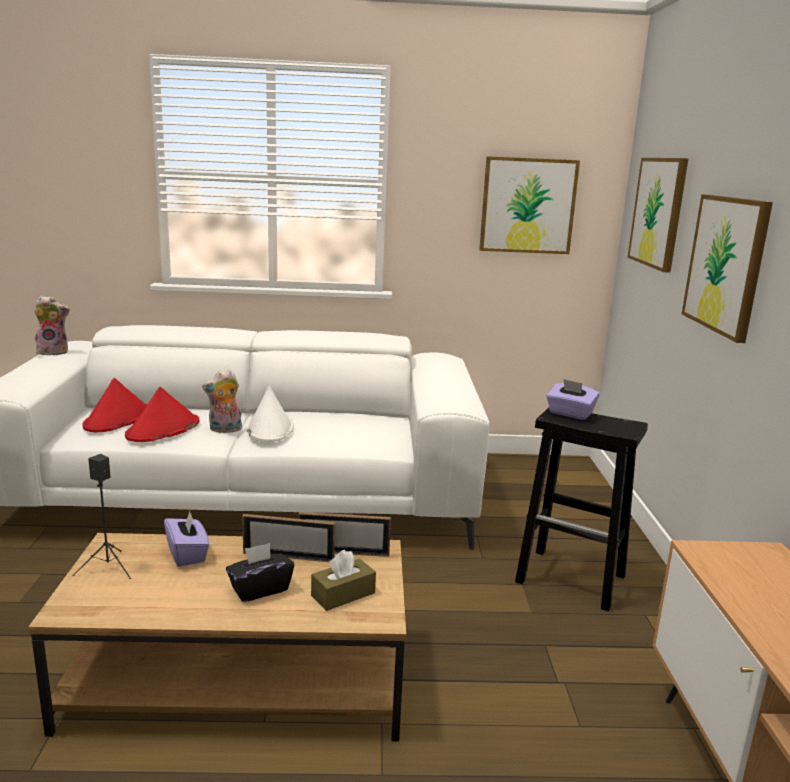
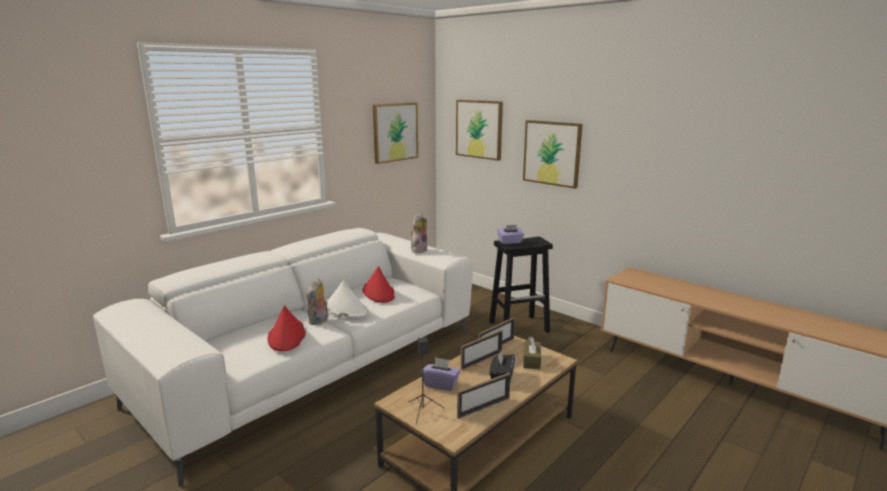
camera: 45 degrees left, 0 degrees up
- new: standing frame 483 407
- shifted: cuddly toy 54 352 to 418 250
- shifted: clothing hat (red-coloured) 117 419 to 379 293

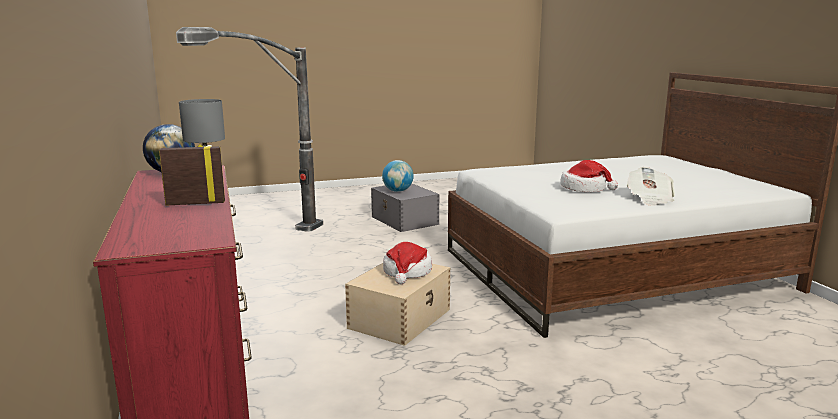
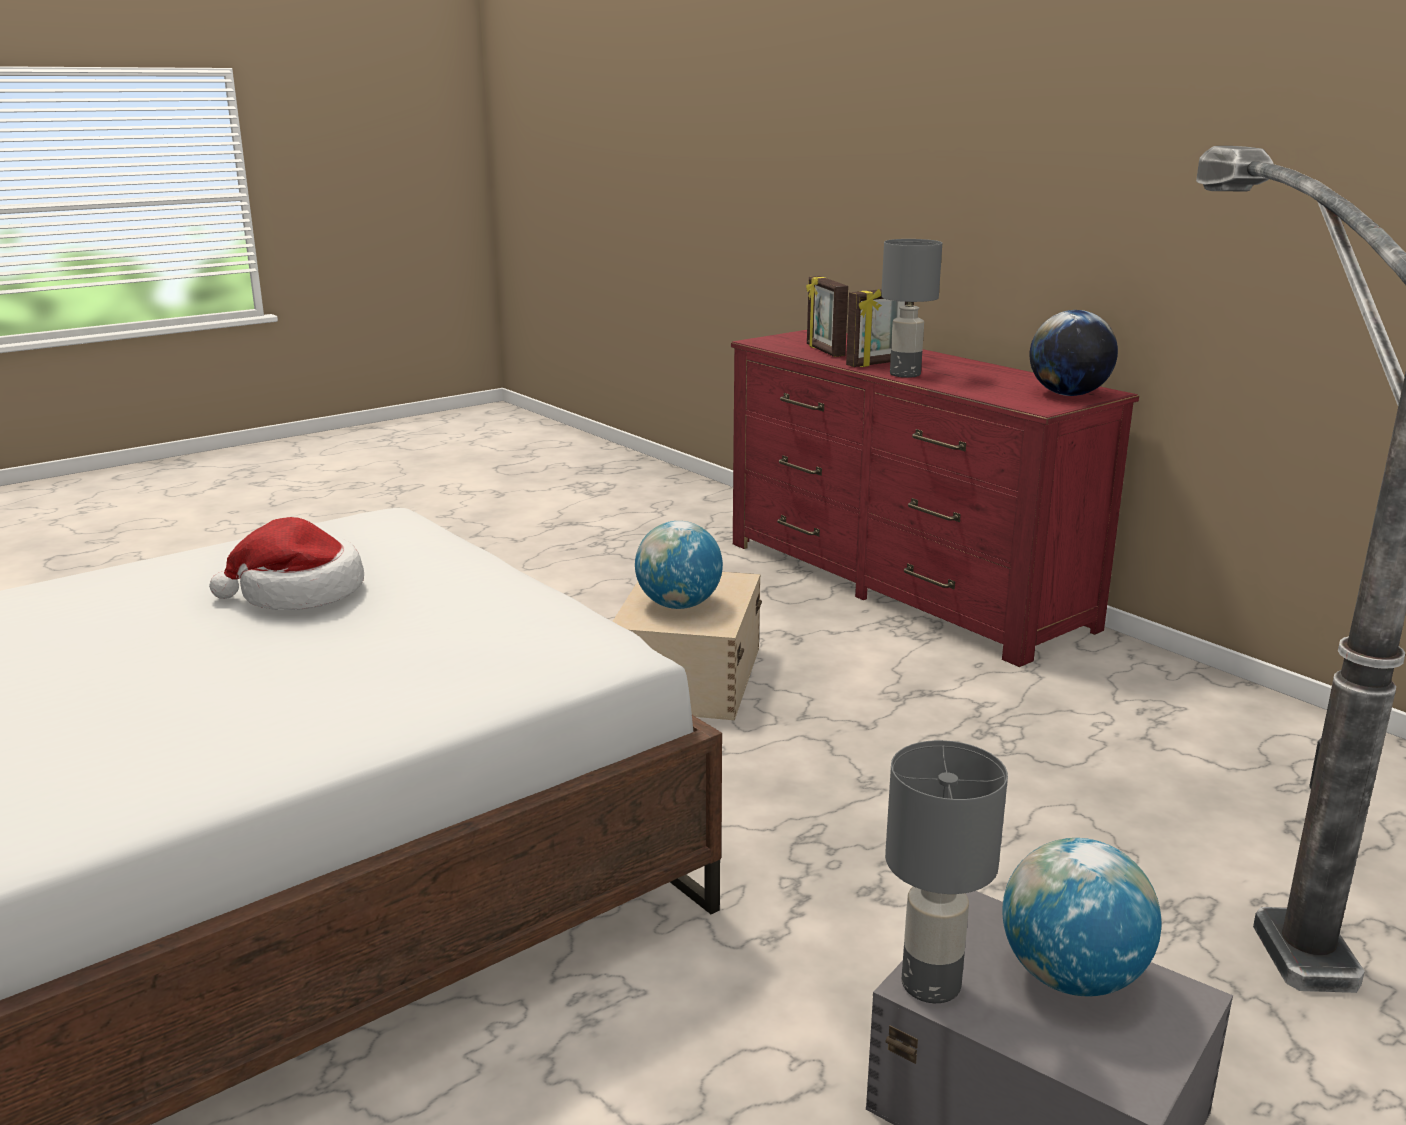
camera: 160 degrees right, 5 degrees up
- gone: daily paper 649 199
- new: standing frame 824 351
- new: tabletop lamp (gray) 932 985
- swapped: clothing hat 407 272 to globe 678 605

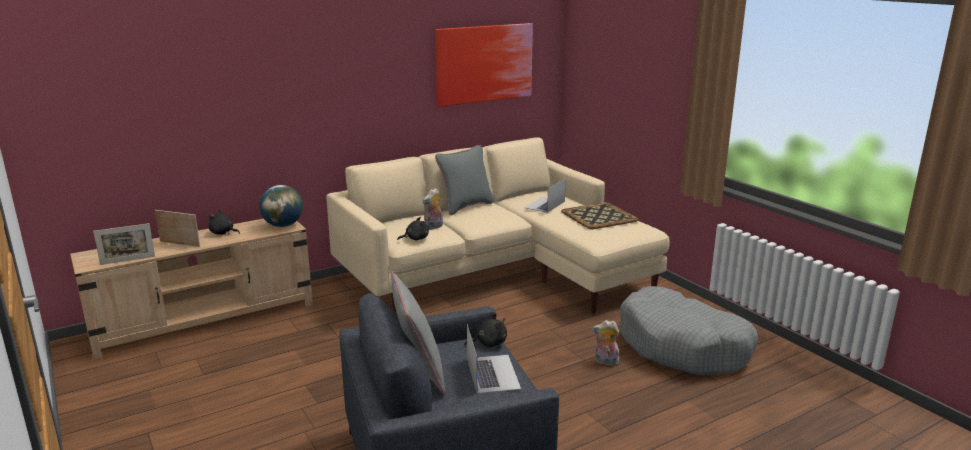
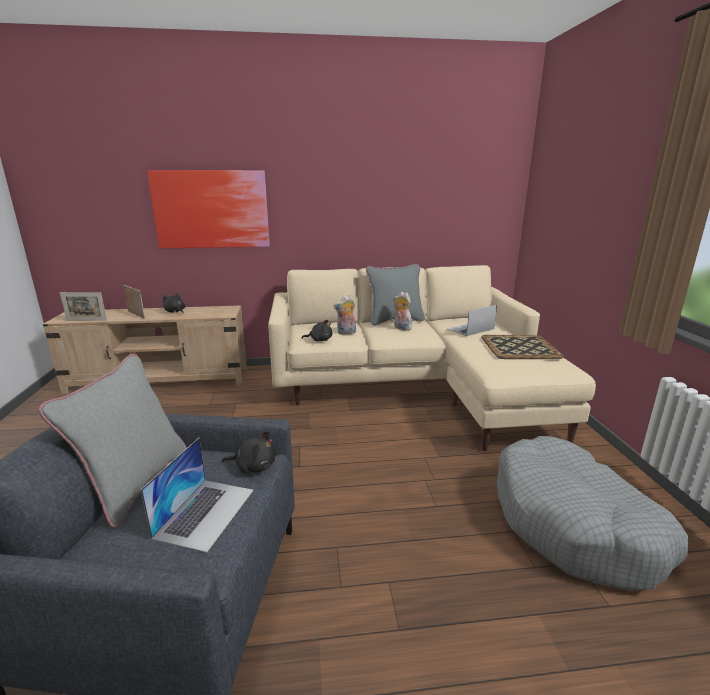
camera: 25 degrees right, 0 degrees up
- gone: globe 283 225
- shifted: wall picture 484 63 to 211 209
- shifted: cuddly toy 605 362 to 401 328

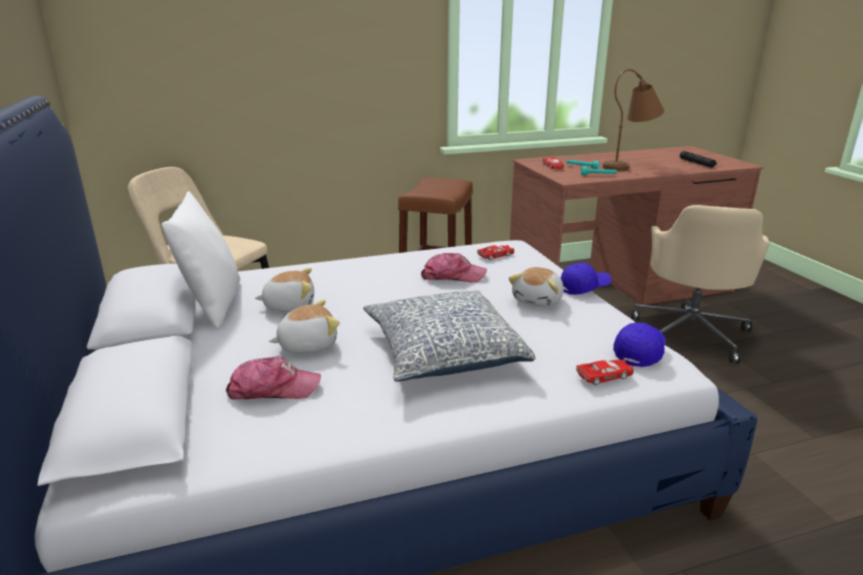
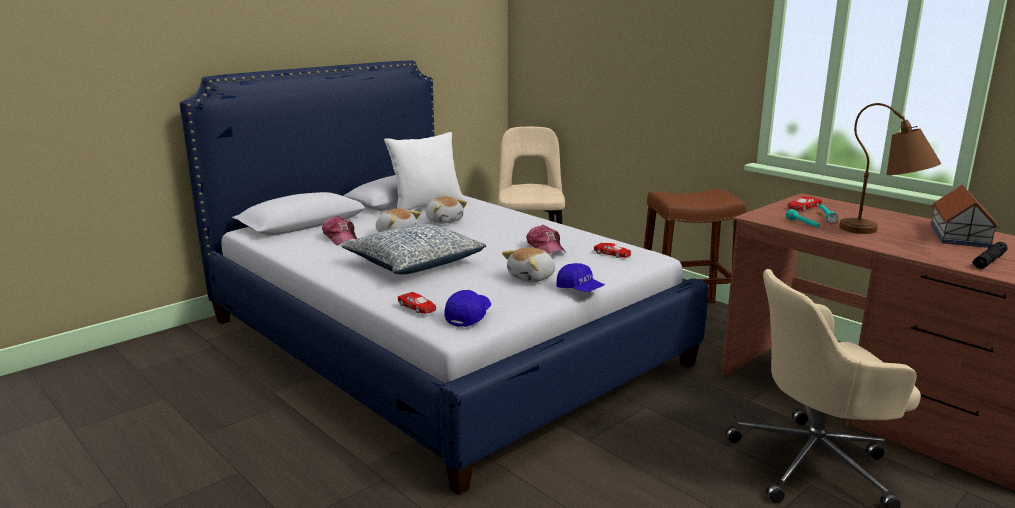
camera: 65 degrees right, 5 degrees down
- new: toy house 960 235
- rotated: cuddly toy 538 300 = 532 278 45 degrees counterclockwise
- rotated: peaked cap (blue) 639 352 = 468 316 75 degrees counterclockwise

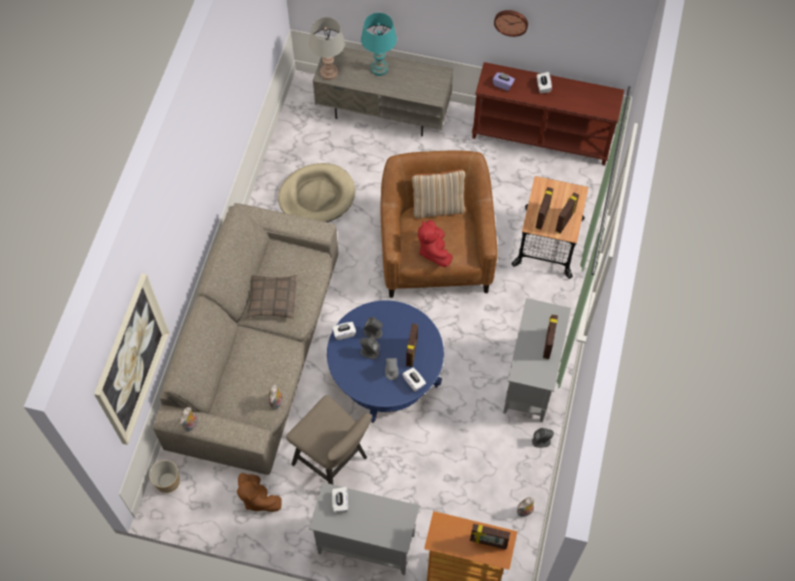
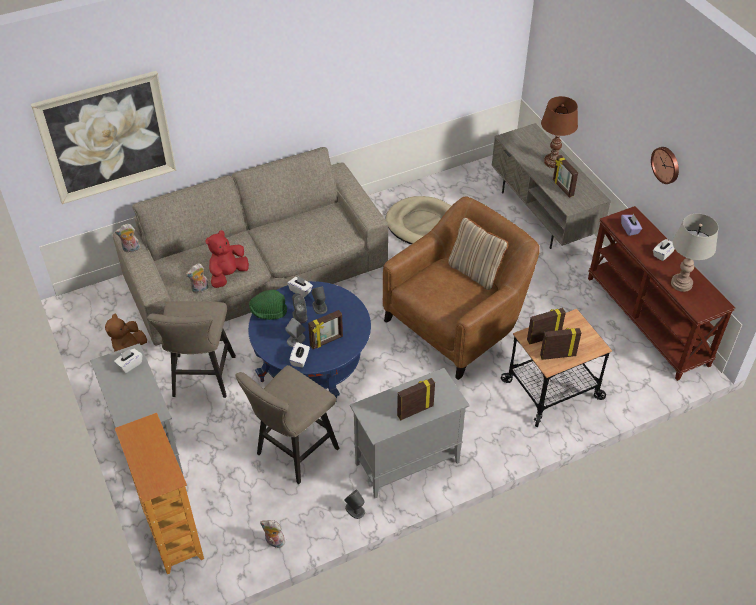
camera: 50 degrees right, 15 degrees down
- gone: planter 167 481
- gone: pillow 272 300
- new: stool (beige-coloured) 293 454
- new: clothing hat (greenish) 268 312
- shifted: tabletop lamp (gray) 329 73 to 681 284
- shifted: cuddly toy (red-coloured) 433 250 to 228 275
- shifted: standing frame 488 542 to 562 188
- repainted: tabletop lamp (turquoise) 379 68 to tabletop lamp (brownish) 553 162

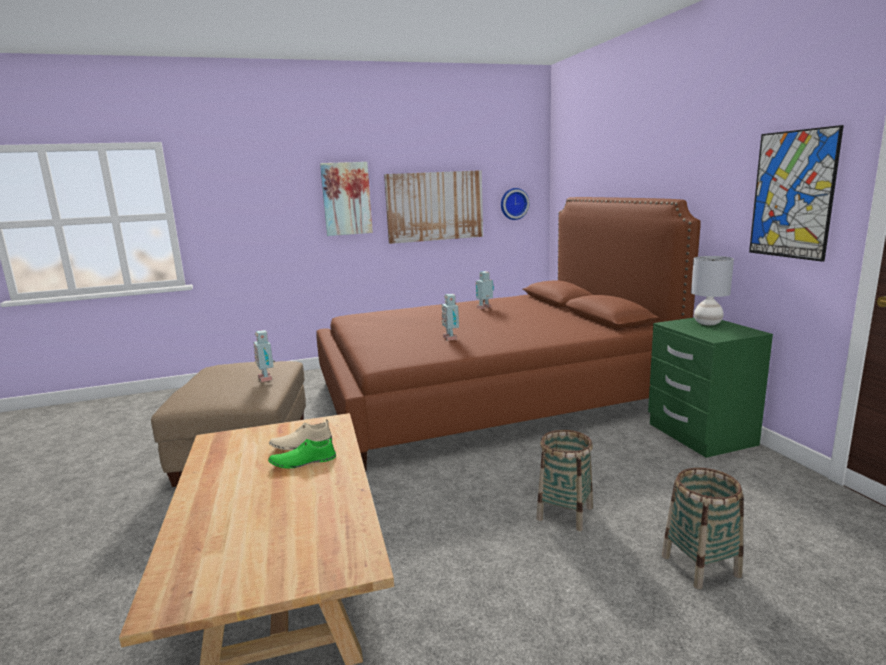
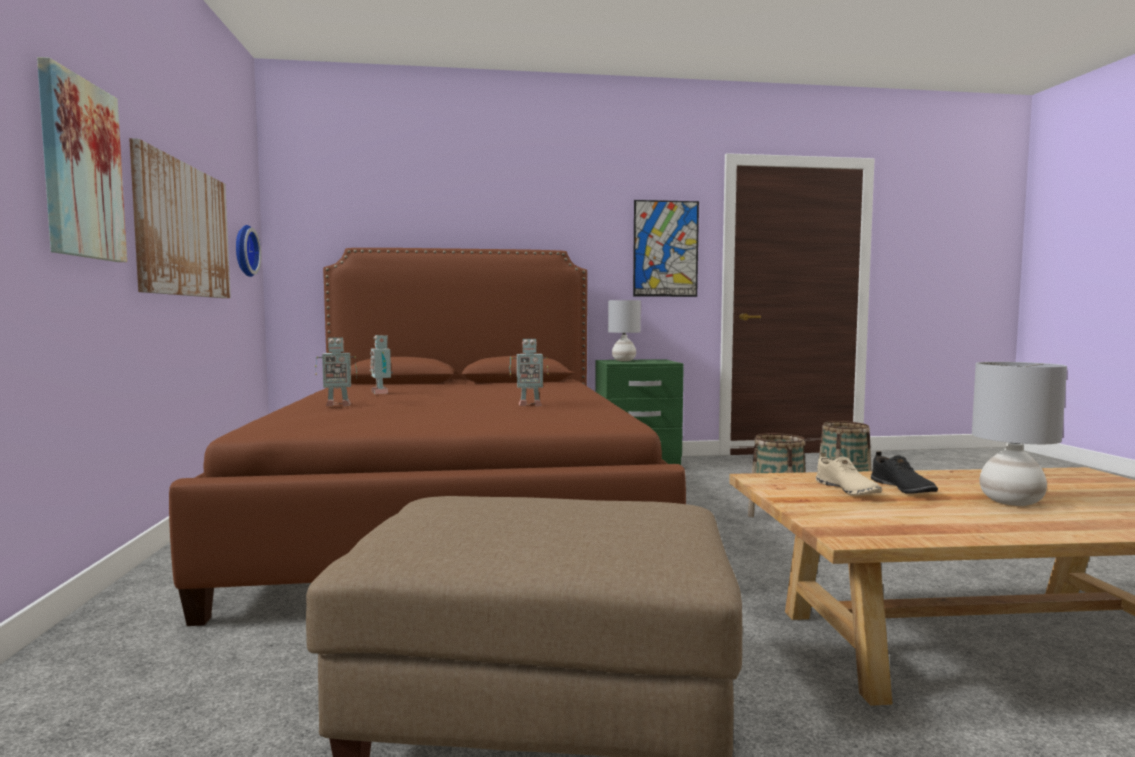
camera: 80 degrees left, 10 degrees down
- new: tabletop lamp (gray) 1011 502
- shifted: robot figure 267 378 to 337 405
- repainted: shoe (greenish) 303 461 to shoe (black) 902 488

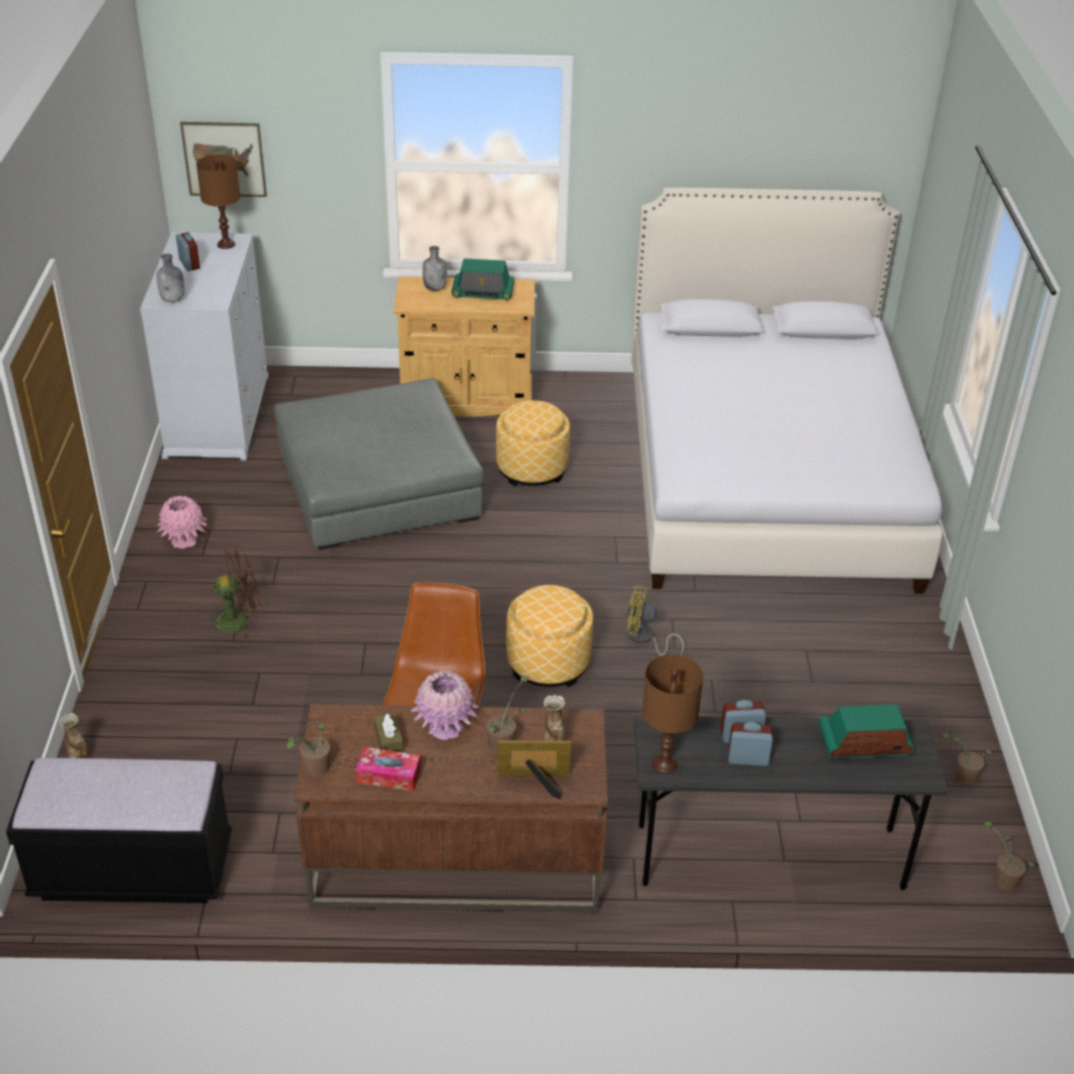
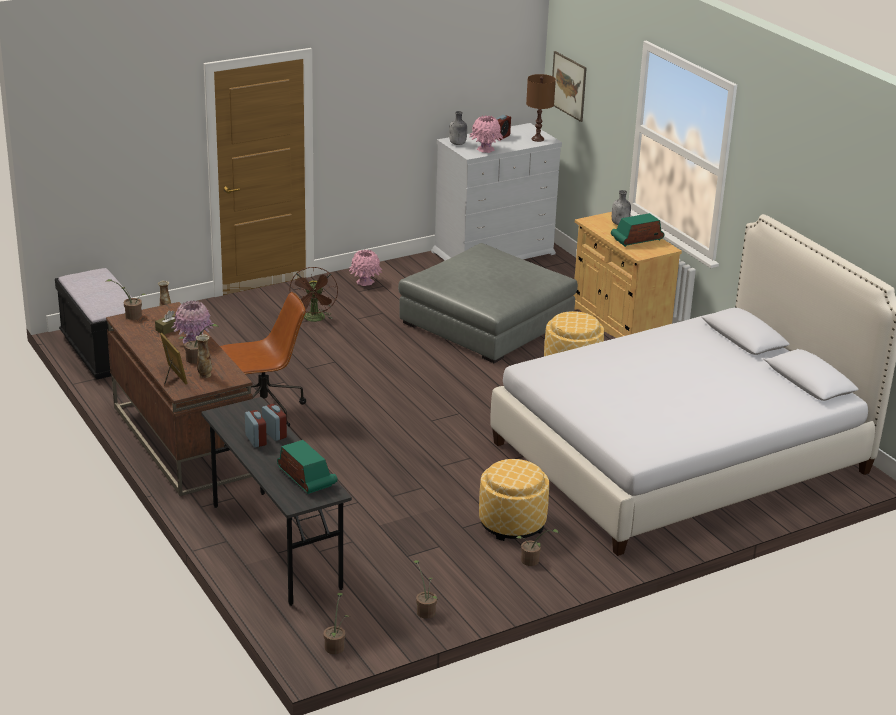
camera: 60 degrees right, 10 degrees down
- gone: tissue box 389 775
- gone: cooling fan (yellowish) 644 639
- gone: tabletop lamp (brownish) 665 764
- new: decorative vase (pink) 485 149
- new: potted plant 532 561
- shifted: ottoman 548 662 to 512 523
- rotated: cooling fan (brownish) 239 620 = 315 319 45 degrees clockwise
- rotated: radio set 483 293 = 637 239 90 degrees clockwise

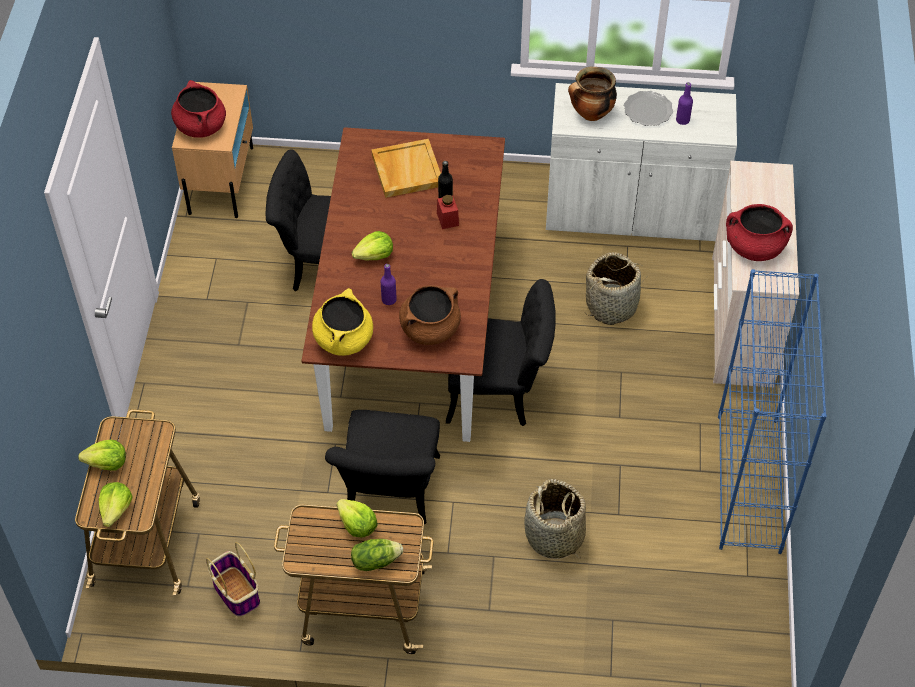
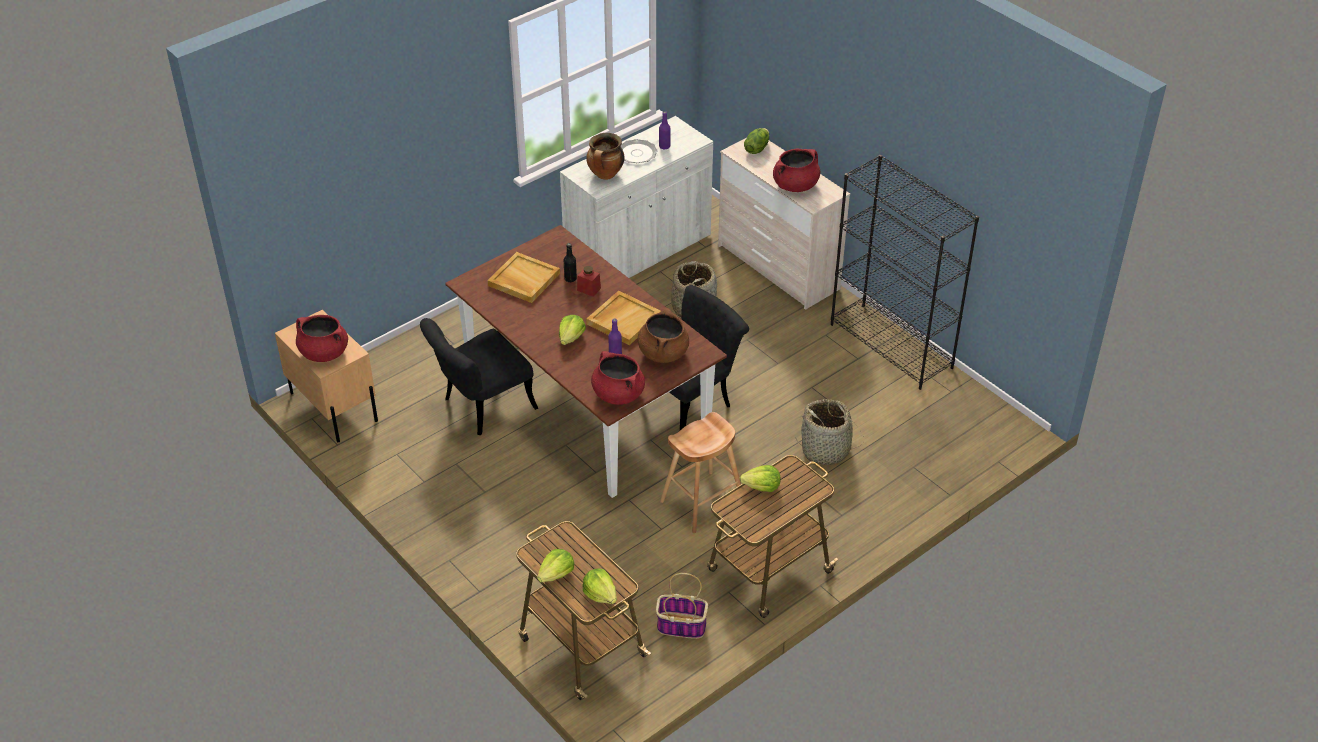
camera: 45 degrees left, 10 degrees down
- new: carrying tray (beige-coloured) 623 319
- shifted: lettuce head 375 560 to 756 148
- swapped: plain chair (black) 390 496 to stool (brownish) 702 502
- repainted: stockpot (yellowish) 343 339 to stockpot (red-coloured) 618 394
- repainted: shelving unit (blue) 749 484 to shelving unit (black) 892 346

